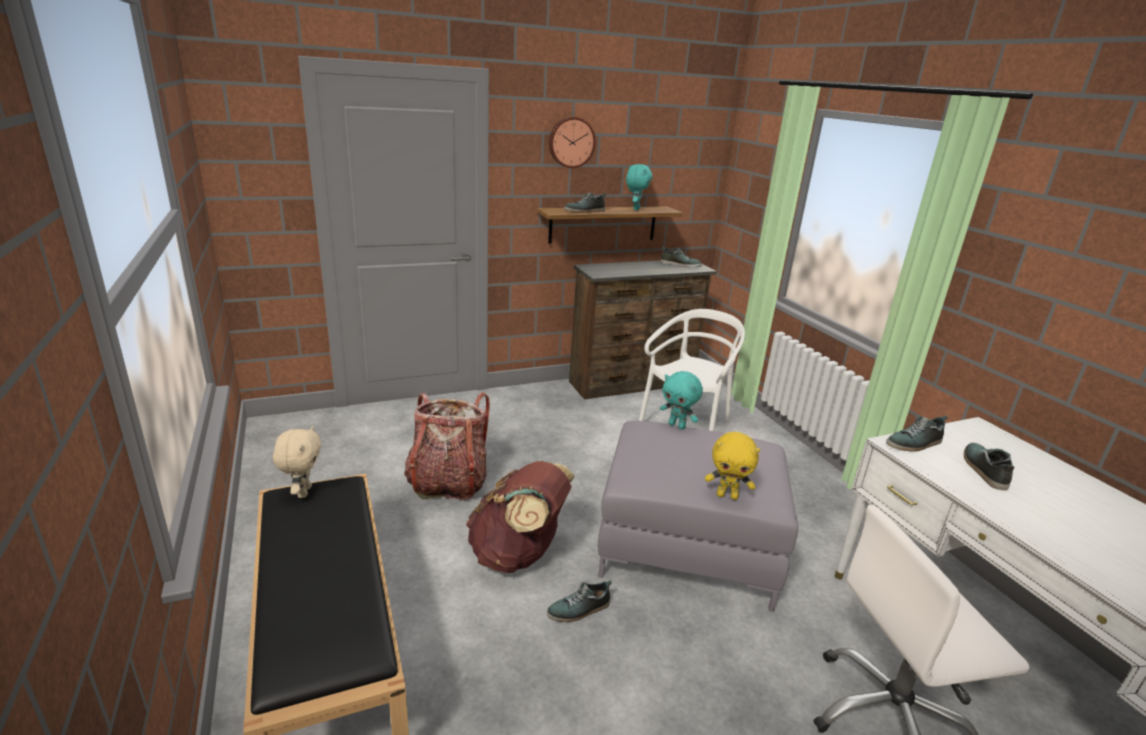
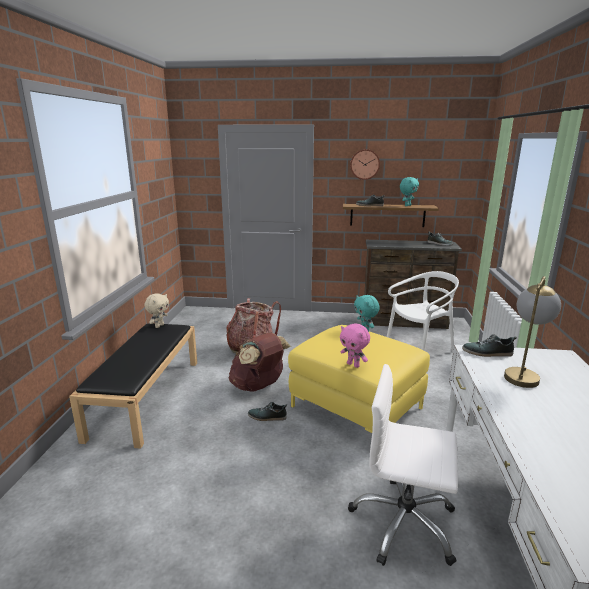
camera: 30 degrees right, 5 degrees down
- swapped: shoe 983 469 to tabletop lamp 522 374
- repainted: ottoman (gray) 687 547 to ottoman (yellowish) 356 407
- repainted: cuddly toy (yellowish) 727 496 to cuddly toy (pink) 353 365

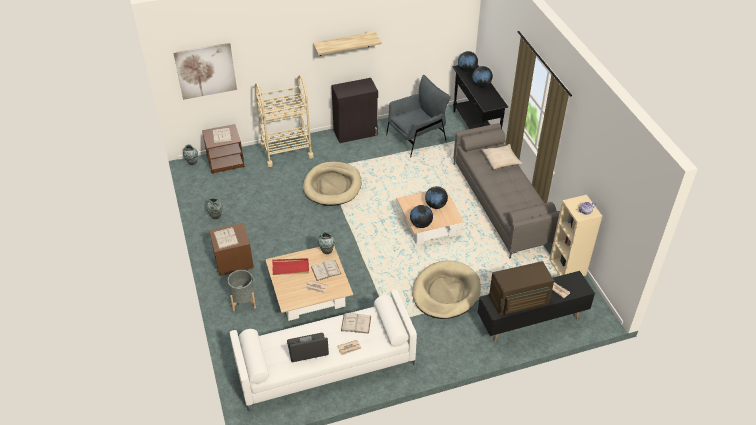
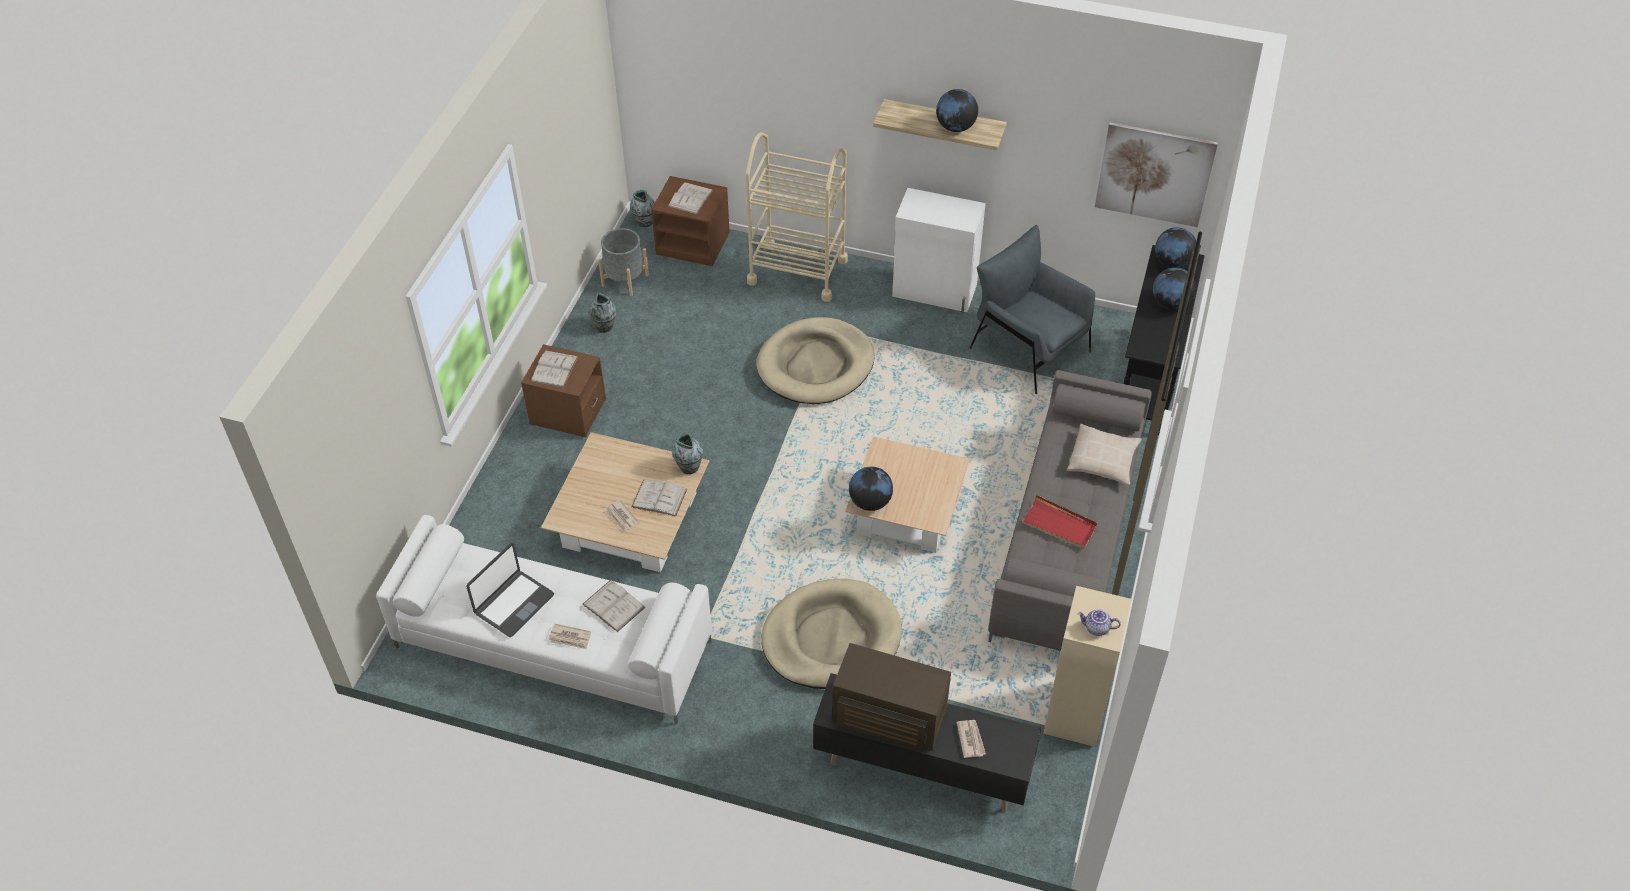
camera: 35 degrees right, 5 degrees up
- shifted: wall picture 206 71 to 1154 174
- shifted: planter (gray) 243 301 to 625 280
- shifted: carrying tray (red-coloured) 290 268 to 1059 525
- shifted: globe 435 205 to 955 127
- repainted: storage cabinet (black) 356 133 to storage cabinet (white-coloured) 934 291
- rotated: notebook computer 307 349 = 513 604 105 degrees clockwise
- rotated: easy chair (gray) 416 138 = 1028 349 135 degrees counterclockwise

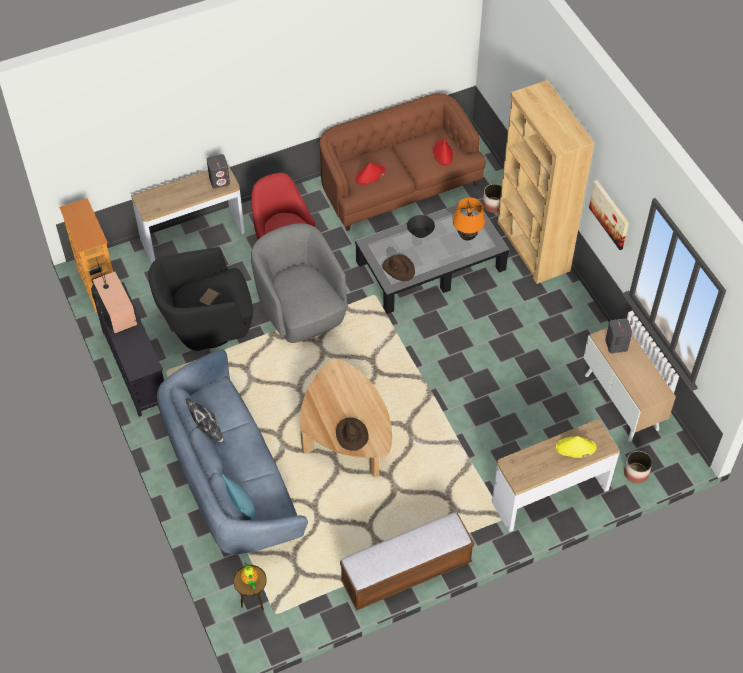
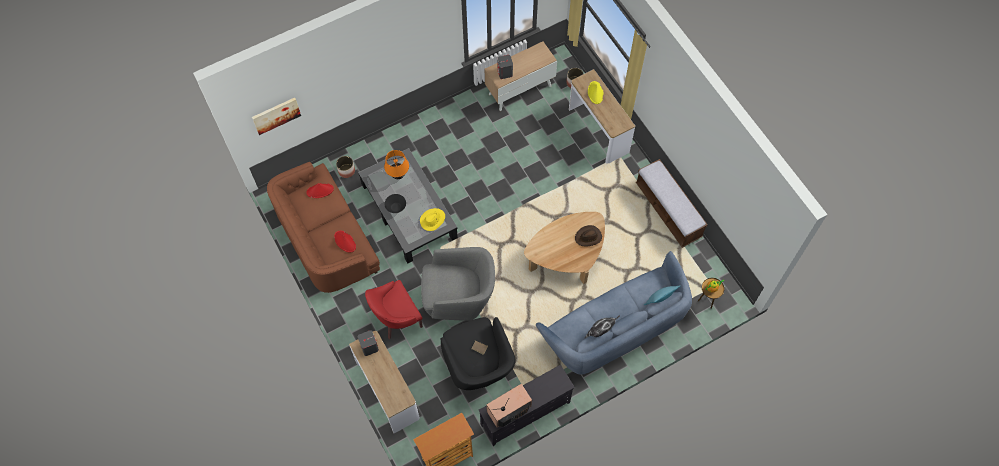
camera: 95 degrees left, 10 degrees up
- gone: shelving unit (brownish) 532 247
- shifted: wall picture 610 214 to 276 115
- repainted: clothing hat (brownish) 399 269 to clothing hat (yellowish) 432 220
- rotated: easy chair (gray) 301 311 = 459 297 150 degrees counterclockwise

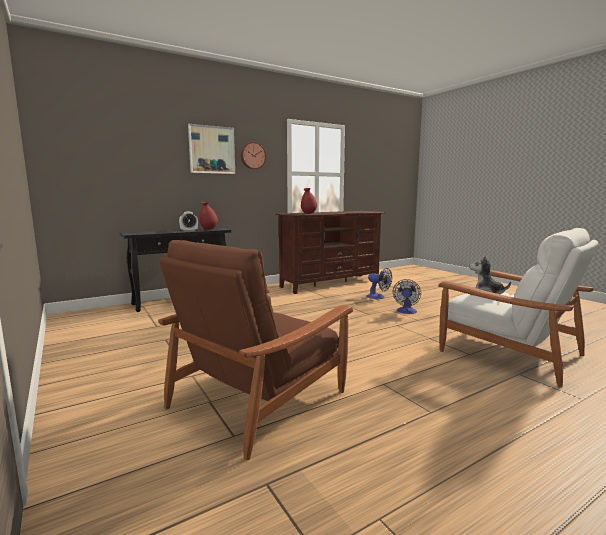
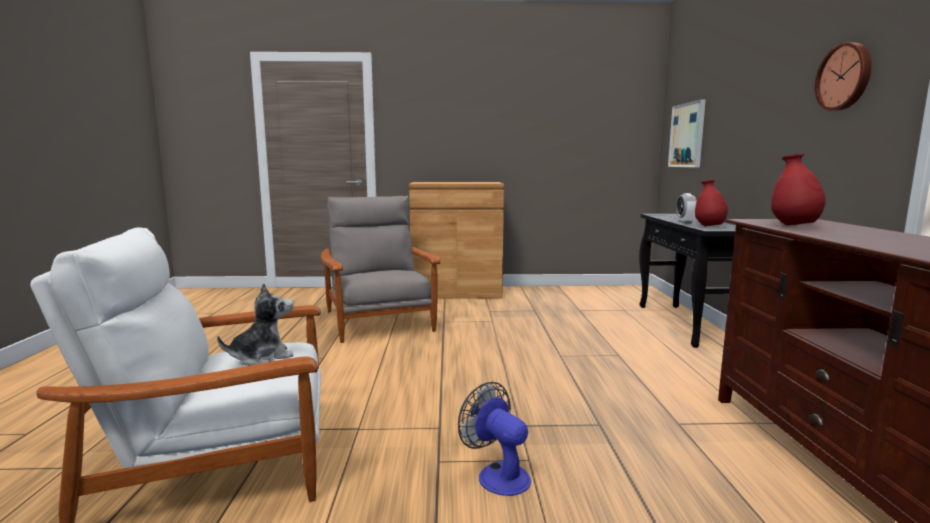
camera: 120 degrees right, 0 degrees up
- gone: cooling fan 378 297
- new: storage cabinet (brownish) 456 292
- shifted: wall picture 212 150 to 687 135
- repainted: easy chair (brownish) 259 398 to easy chair (gray) 379 321

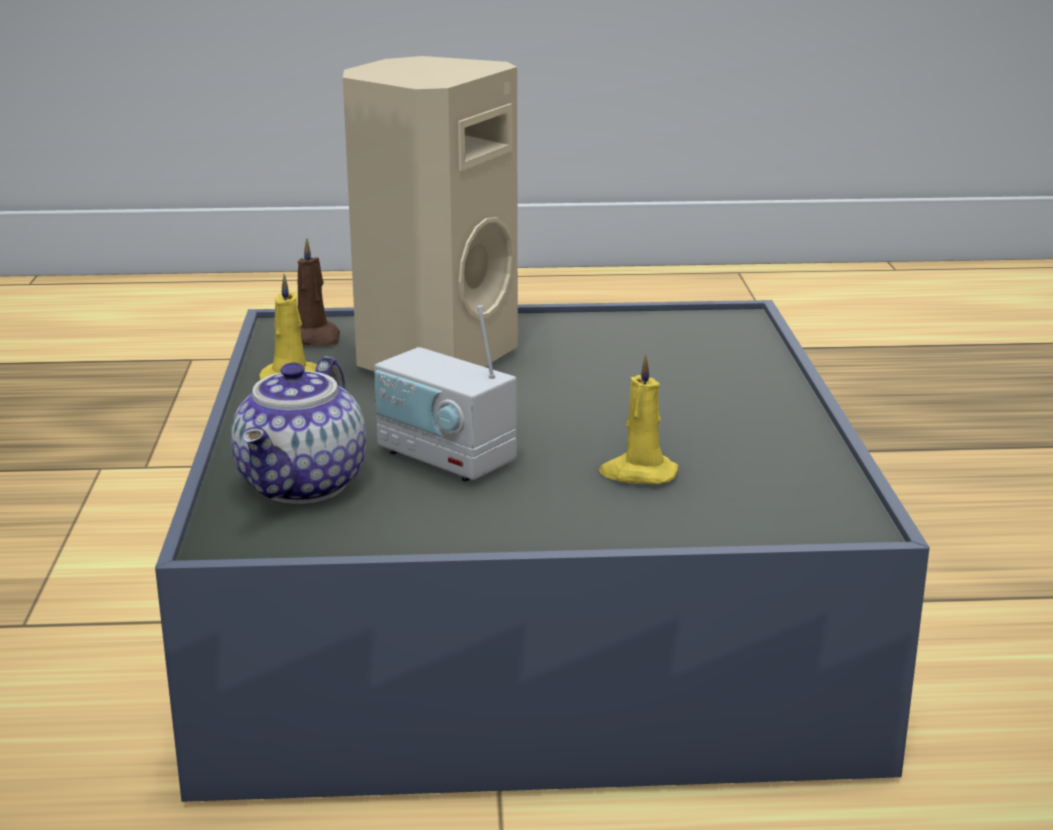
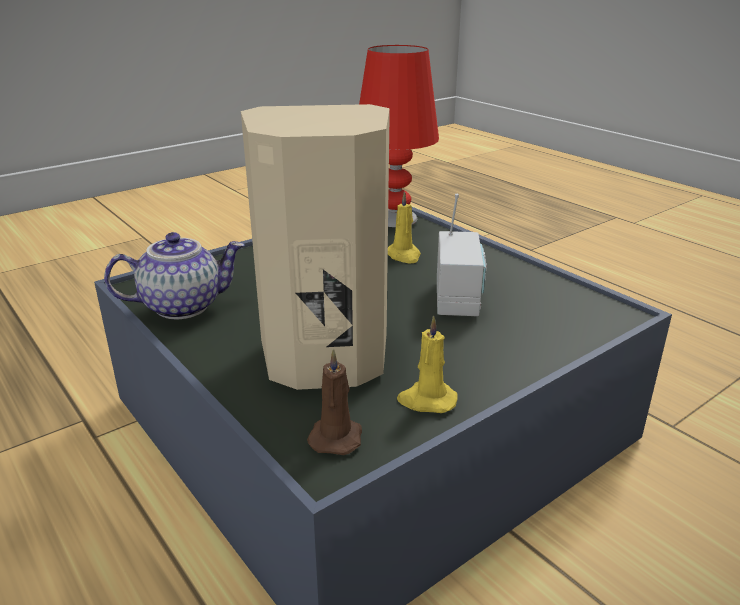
camera: 125 degrees left, 5 degrees up
- new: tabletop lamp (red-coloured) 394 218
- shifted: pot for tea 305 486 to 183 305

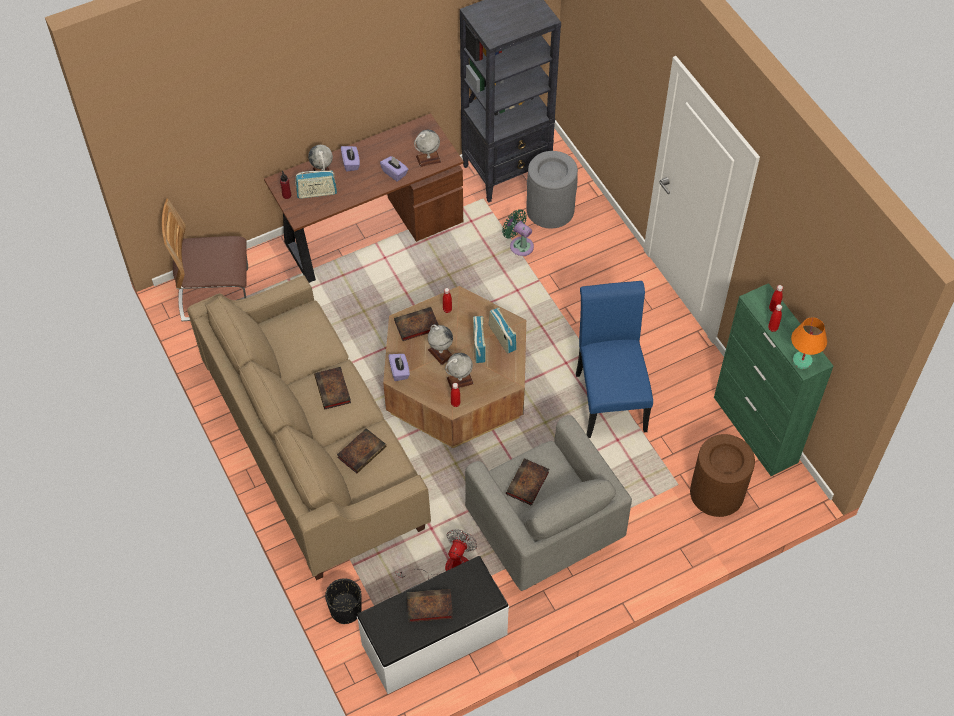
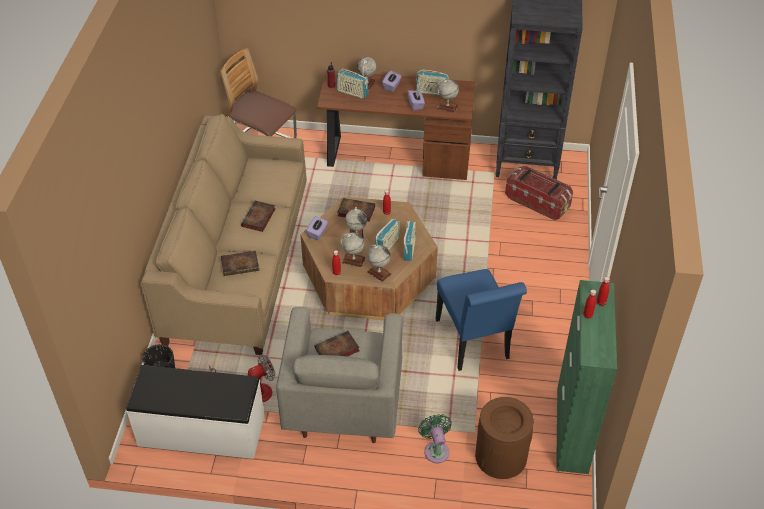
camera: 35 degrees right, 10 degrees down
- gone: volume 428 607
- gone: tabletop lamp (orange-coloured) 801 361
- new: globe 379 273
- new: radio set 431 92
- shifted: cooling fan (greenish) 519 245 to 436 449
- swapped: trash can (gray) 550 209 to storage container 537 202
- rotated: plain chair (blue) 609 396 = 474 343 135 degrees clockwise

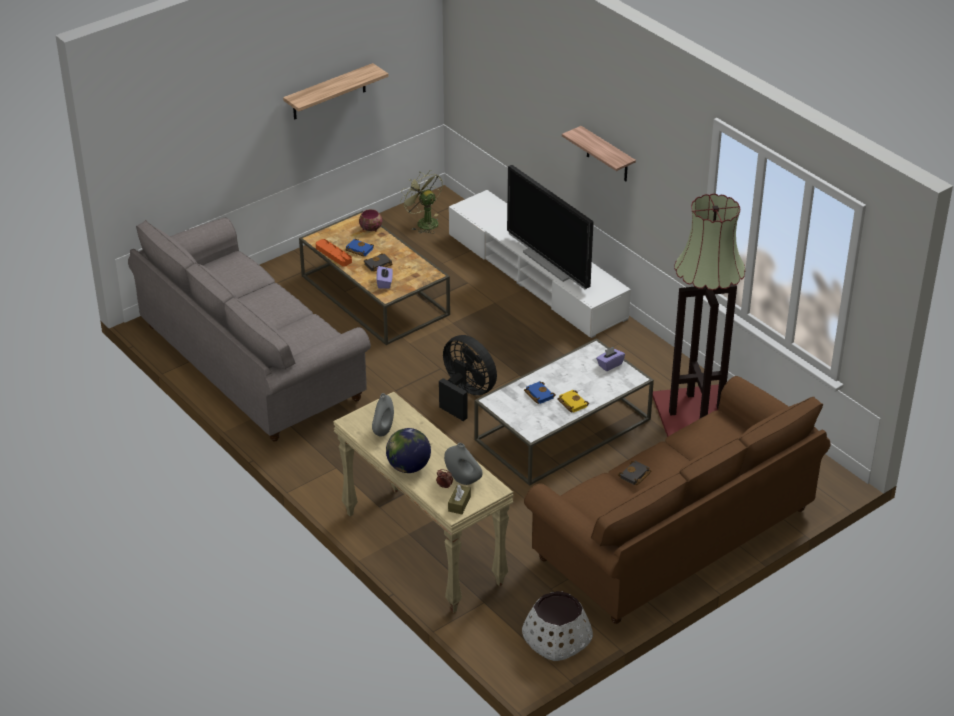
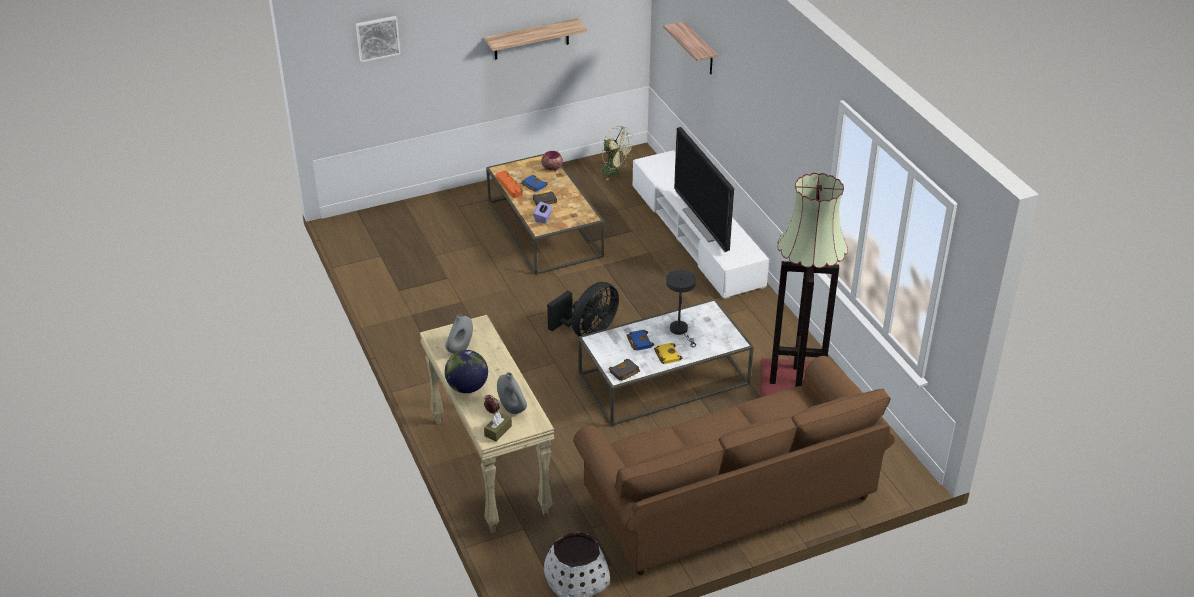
camera: 15 degrees right, 0 degrees up
- gone: couch (gray) 252 363
- gone: tissue box (purple) 610 365
- new: wall picture 377 38
- new: tabletop lamp (gray) 680 331
- shifted: shelf 607 155 to 700 49
- shifted: volume (black) 635 476 to 624 372
- rotated: cooling fan (greenish) 423 222 = 615 172 150 degrees clockwise
- rotated: cooling fan (black) 465 395 = 587 332 75 degrees clockwise

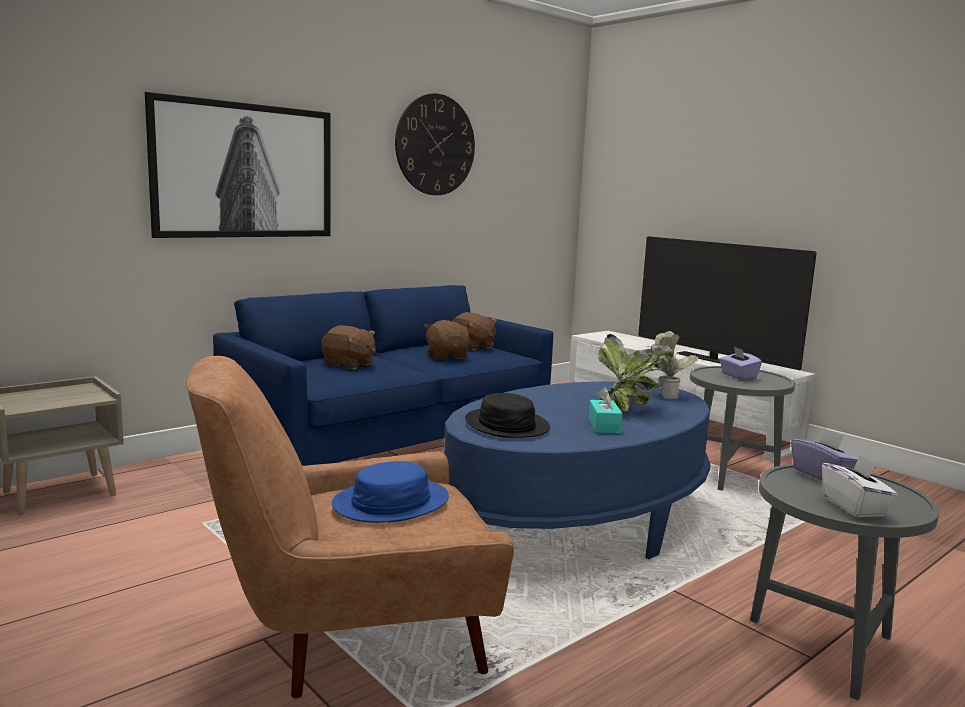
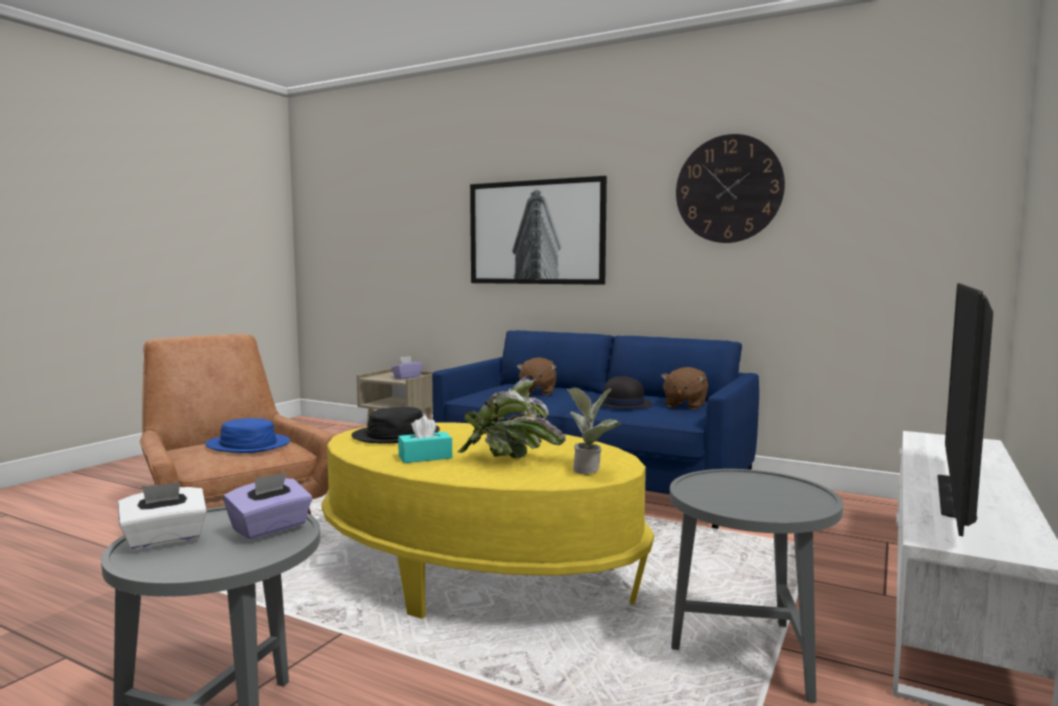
camera: 70 degrees right, 5 degrees down
- shifted: tissue box (purple) 738 376 to 407 377
- swapped: cuddly toy (brownish) 447 356 to clothing hat (black) 622 404
- repainted: coffee table (blue) 577 522 to coffee table (yellowish) 477 572

